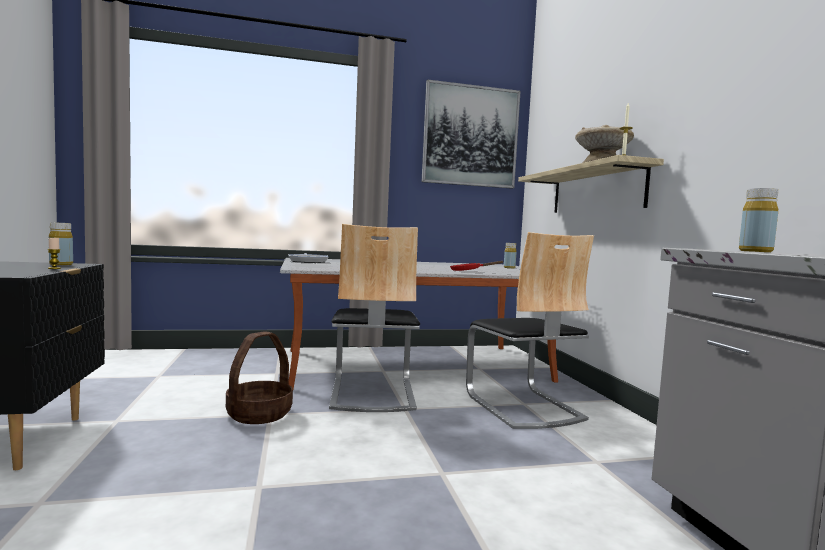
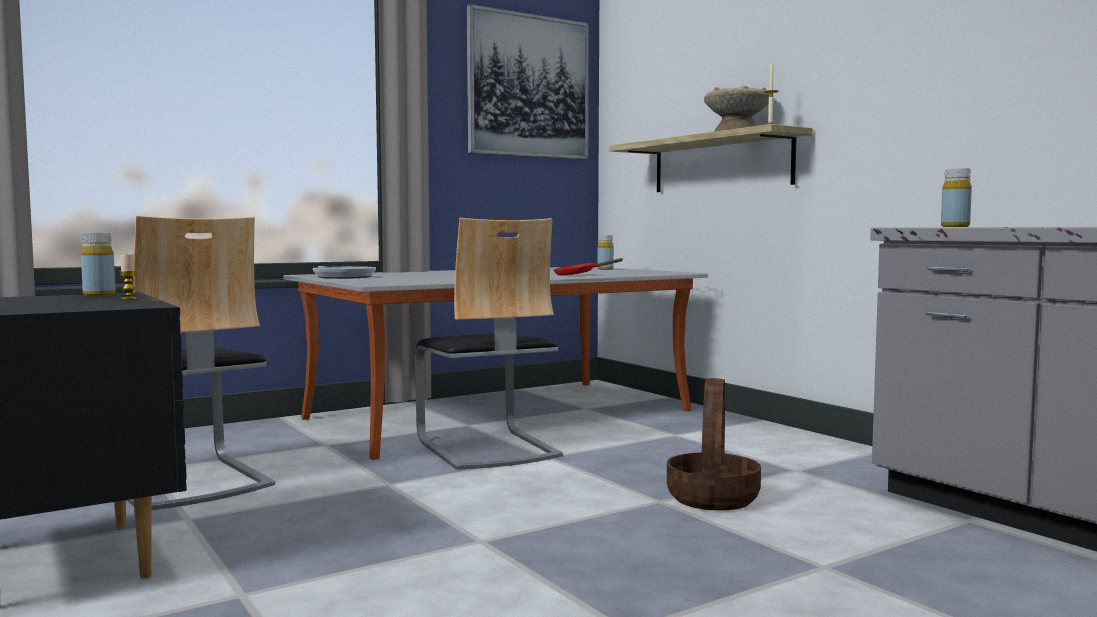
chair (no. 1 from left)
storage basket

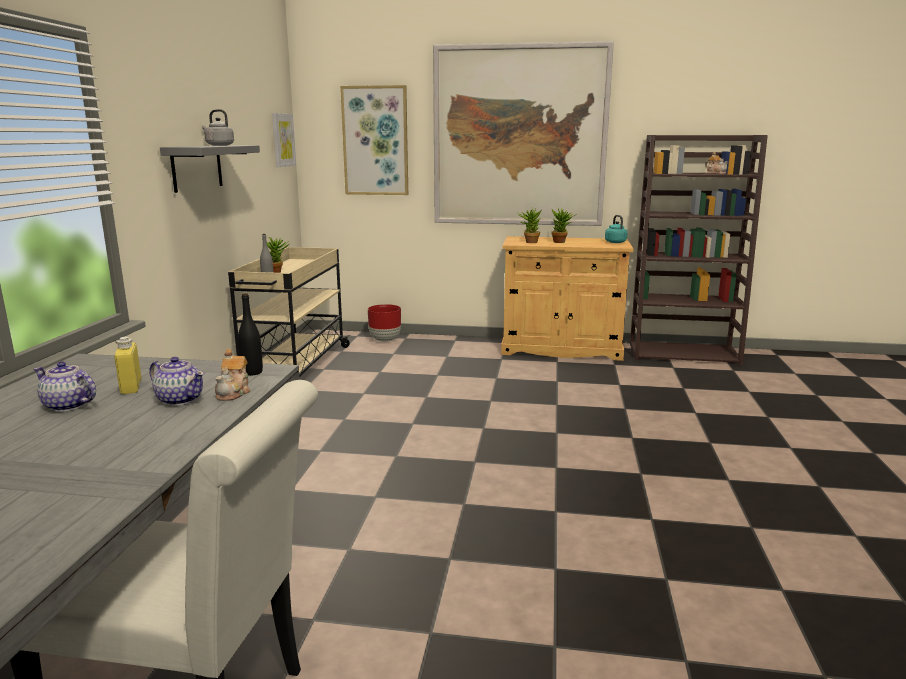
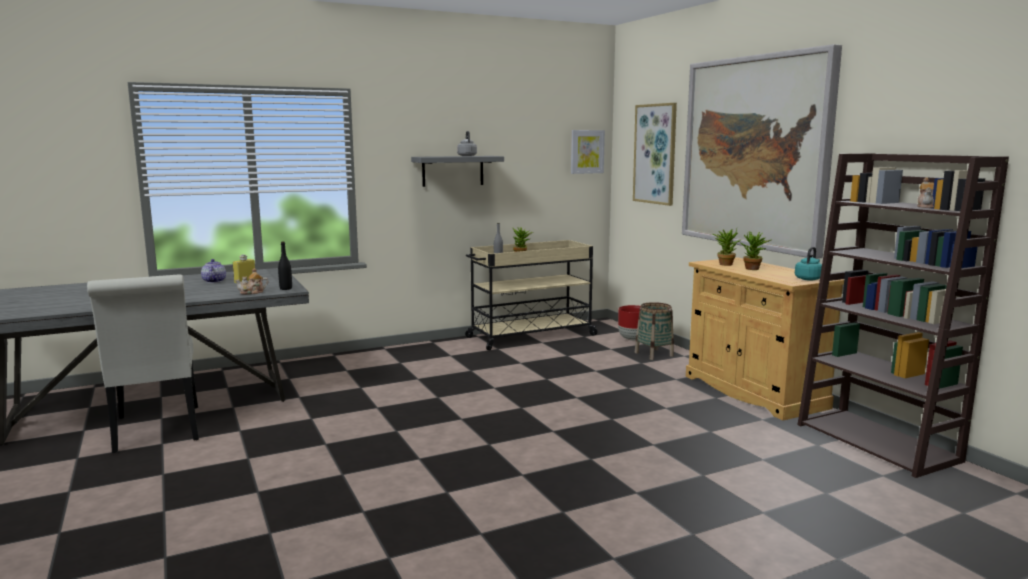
tea pot (no. 2 from left in the first image)
storage basket

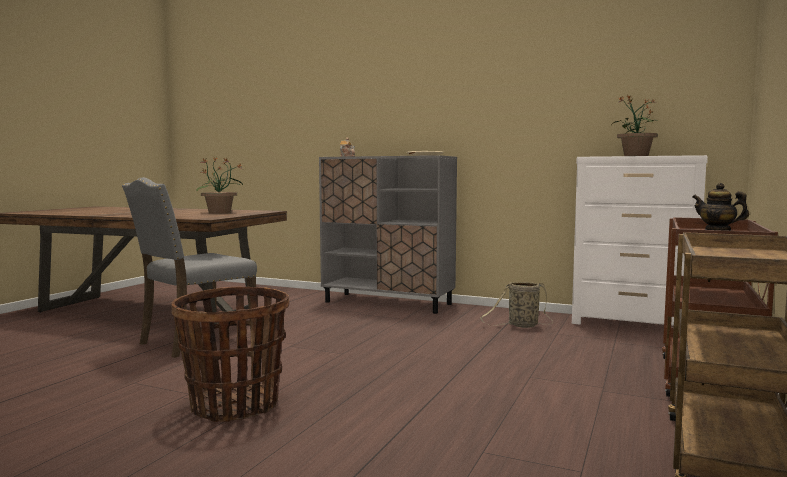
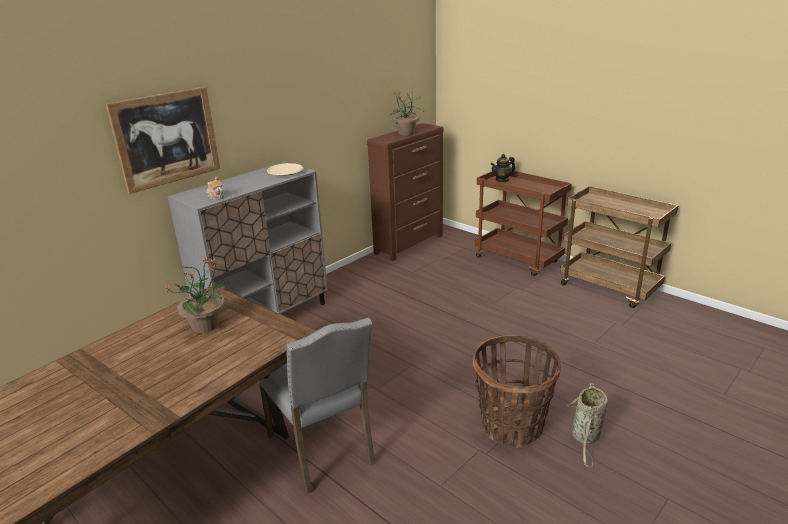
chest of drawers (brown-coloured)
storage basket (no. 2 from left)
picture

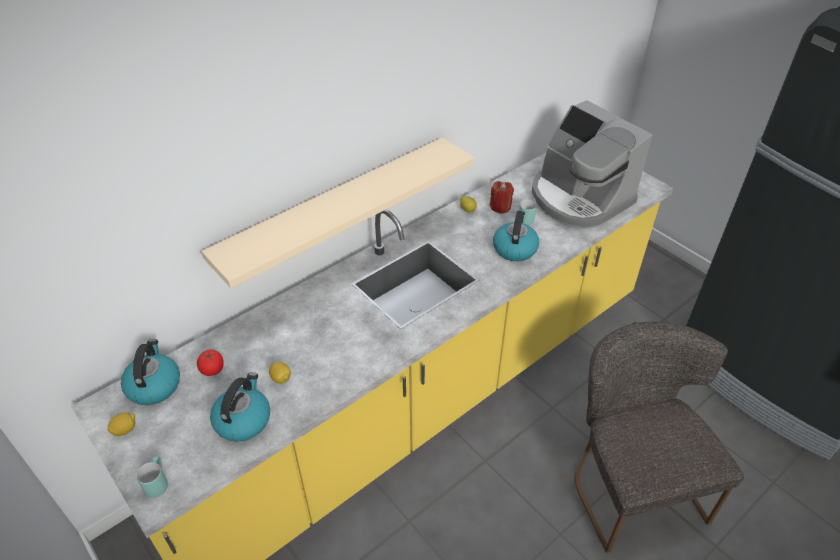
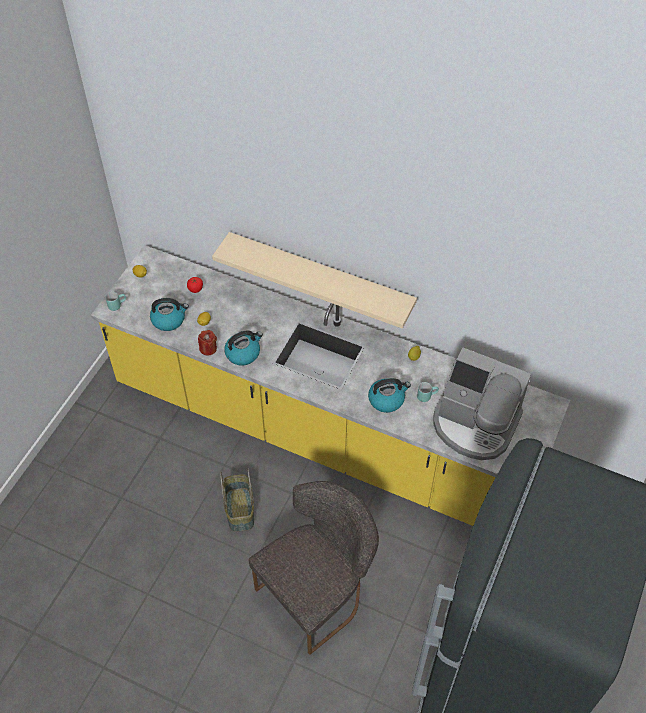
coffee machine
candle (reddish)
tea kettle (no. 2 from left)
storage basket

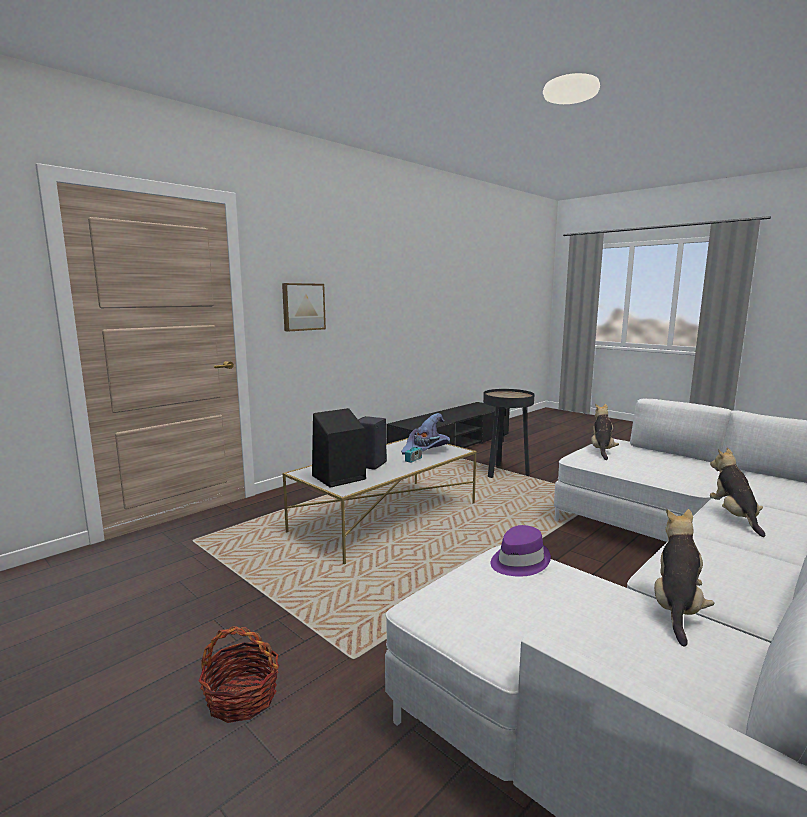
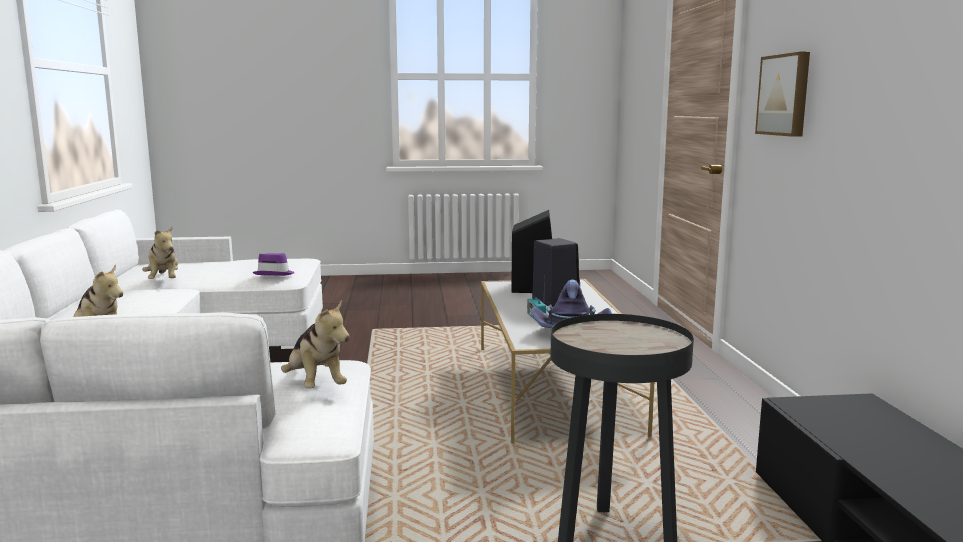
storage basket

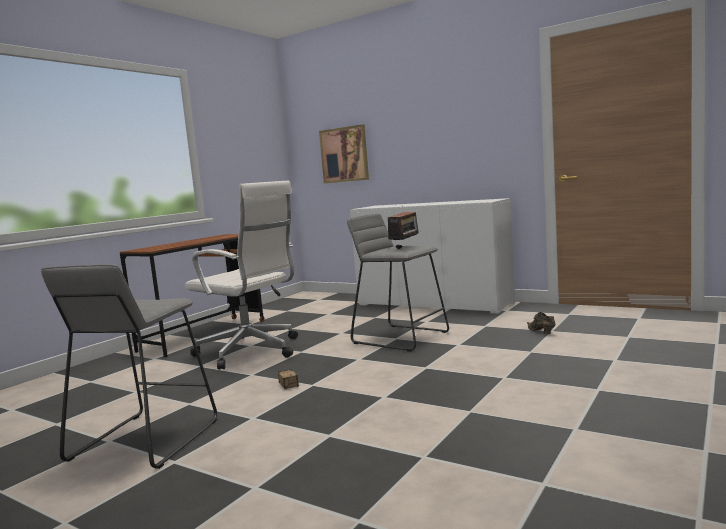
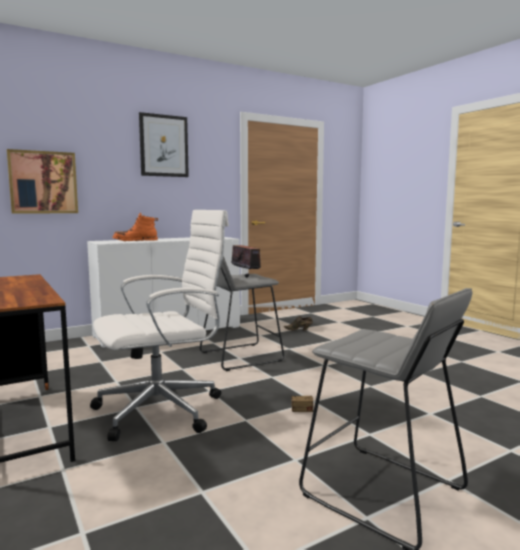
picture (no. 2 from left)
boot (orangey)

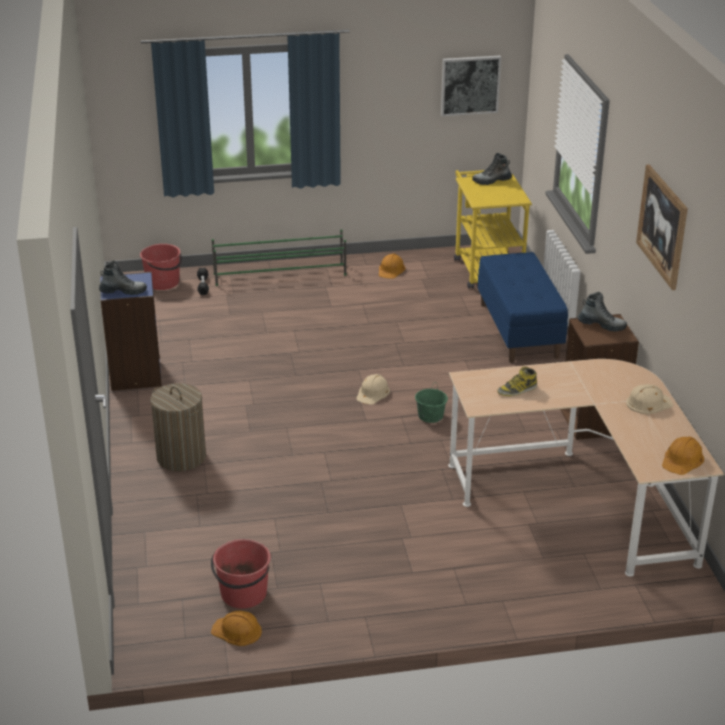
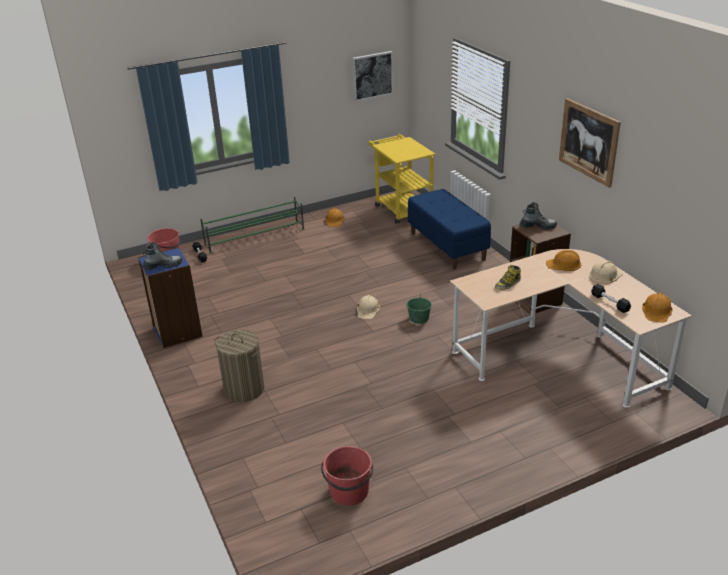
boot (no. 2 from left in the first image)
hard hat (orangey) (no. 2 from left)
hand weight (black-coloured) (no. 2 from left)

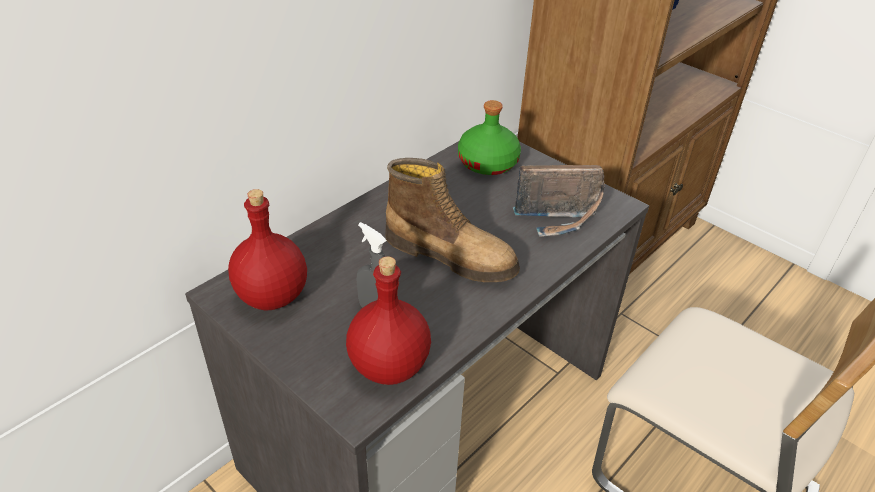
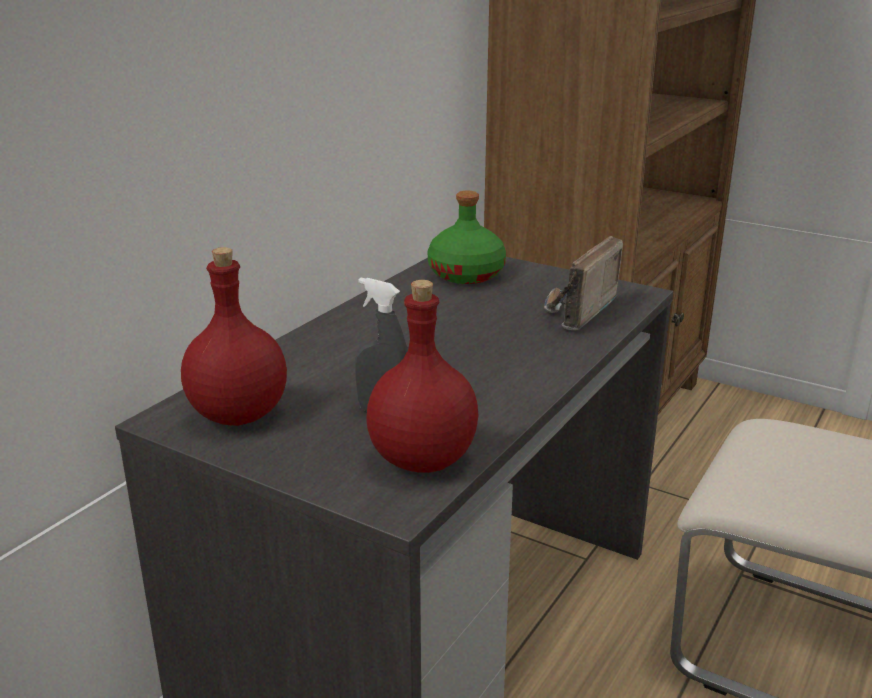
boot
radio set

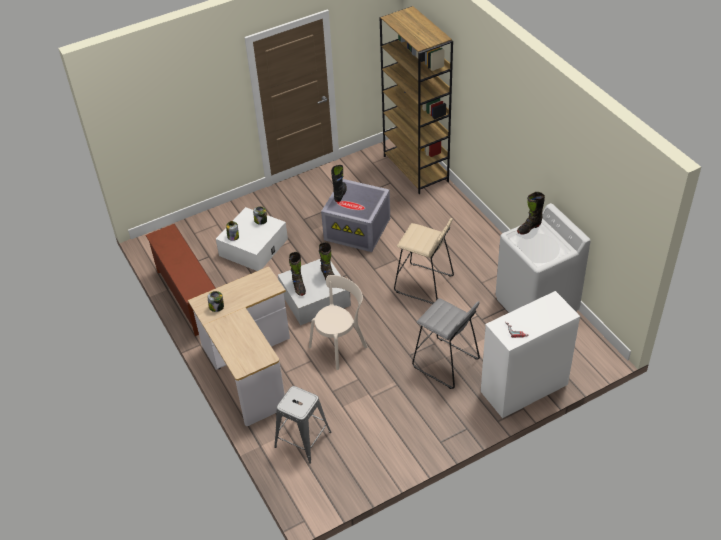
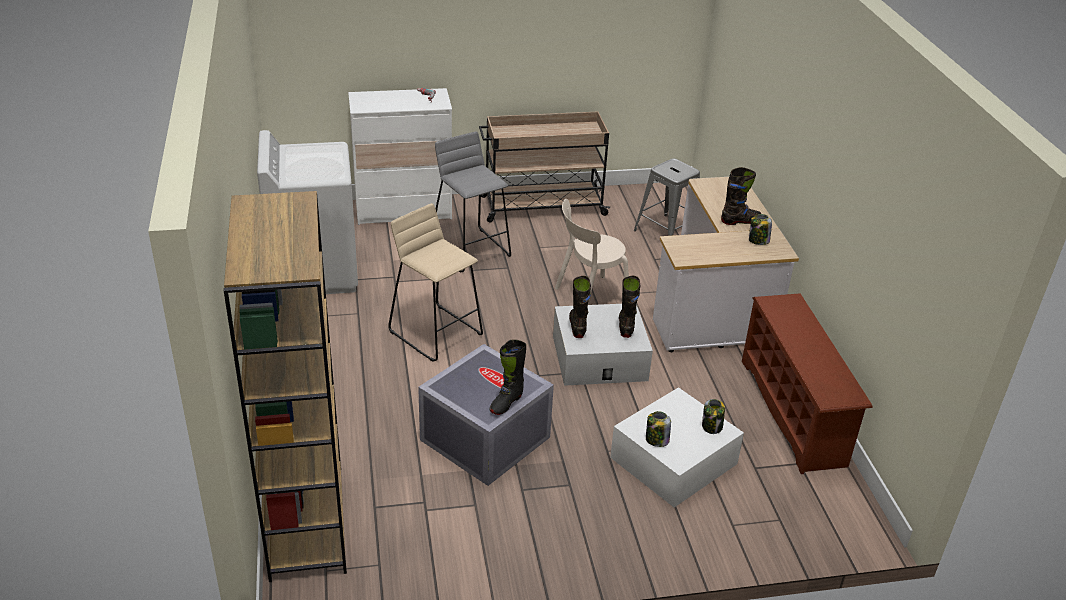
boot (black-coloured) (no. 4 from left)
wheeled cart (sand-coloured)

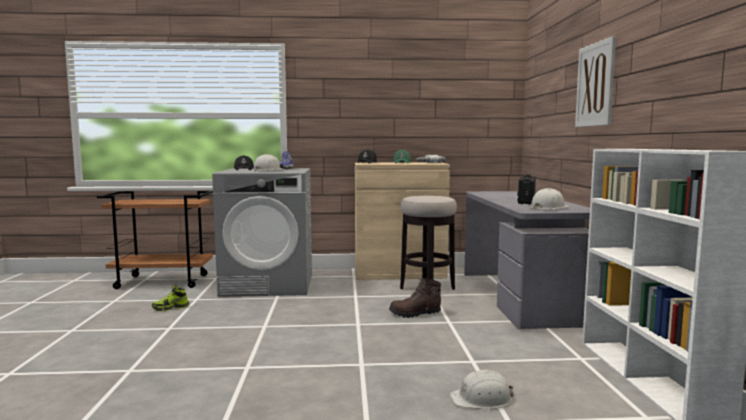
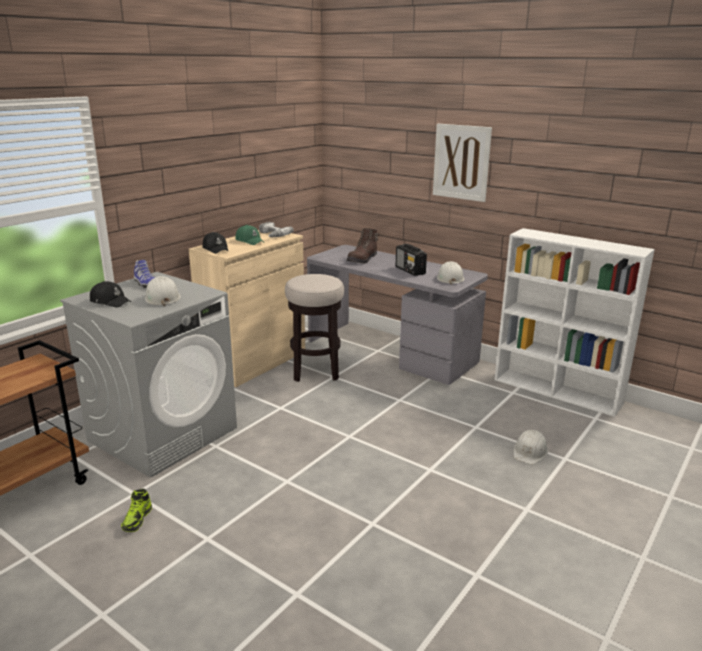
boot (brown-coloured)

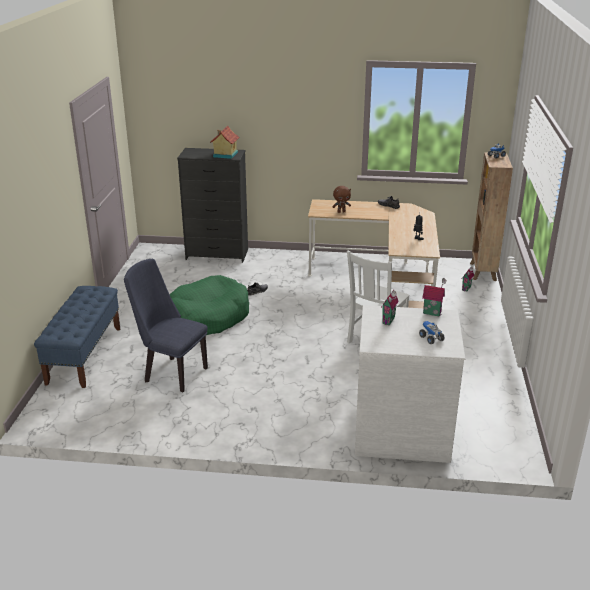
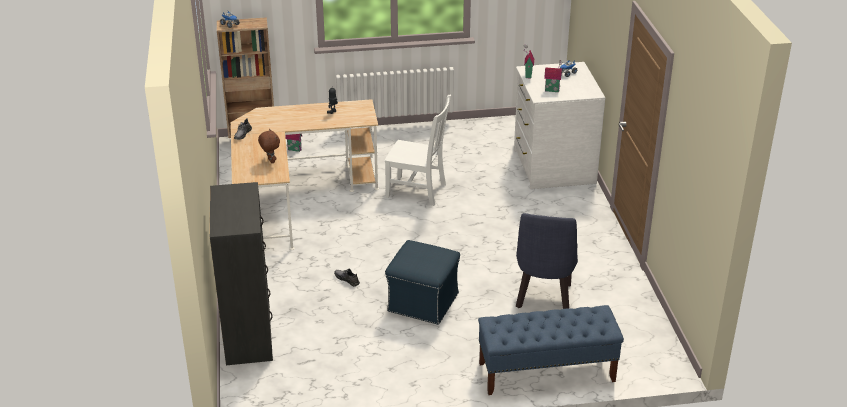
model house (no. 1 from left in the first image)
ottoman (blue-coloured)

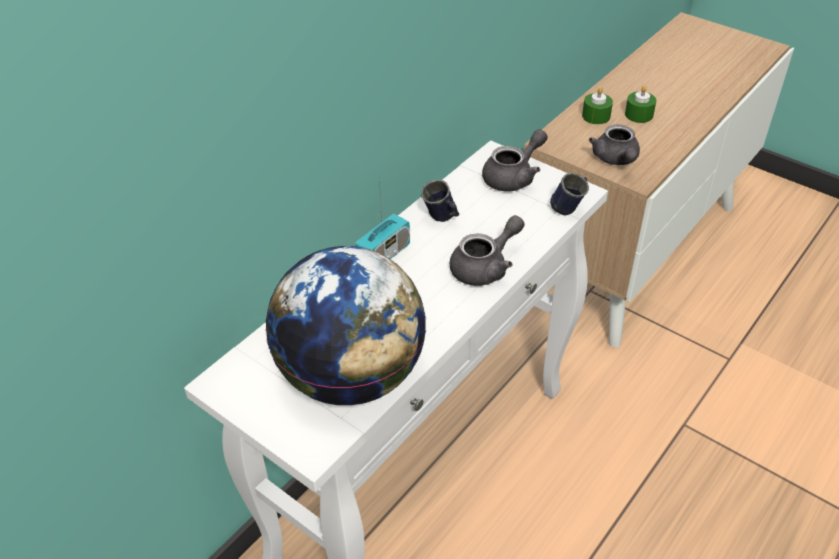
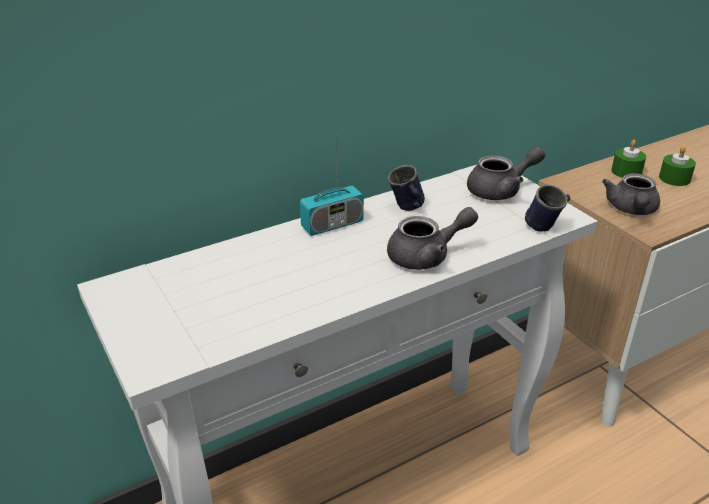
world globe

